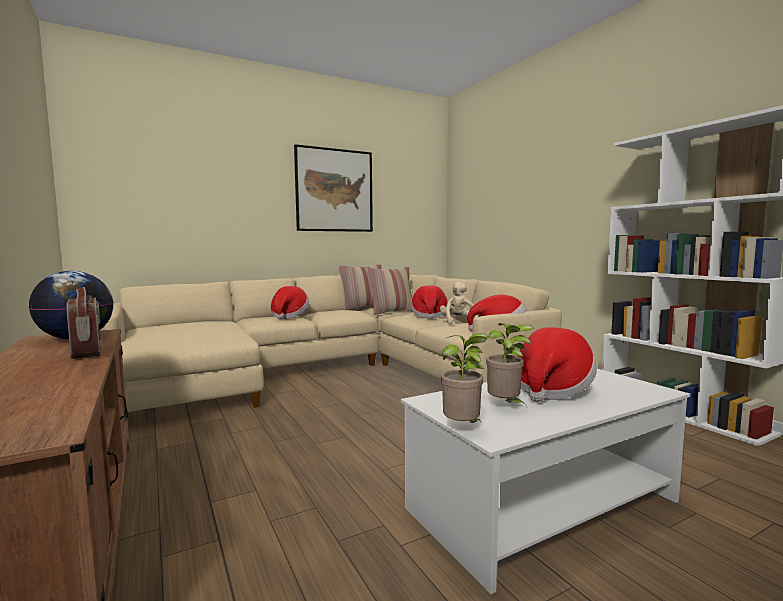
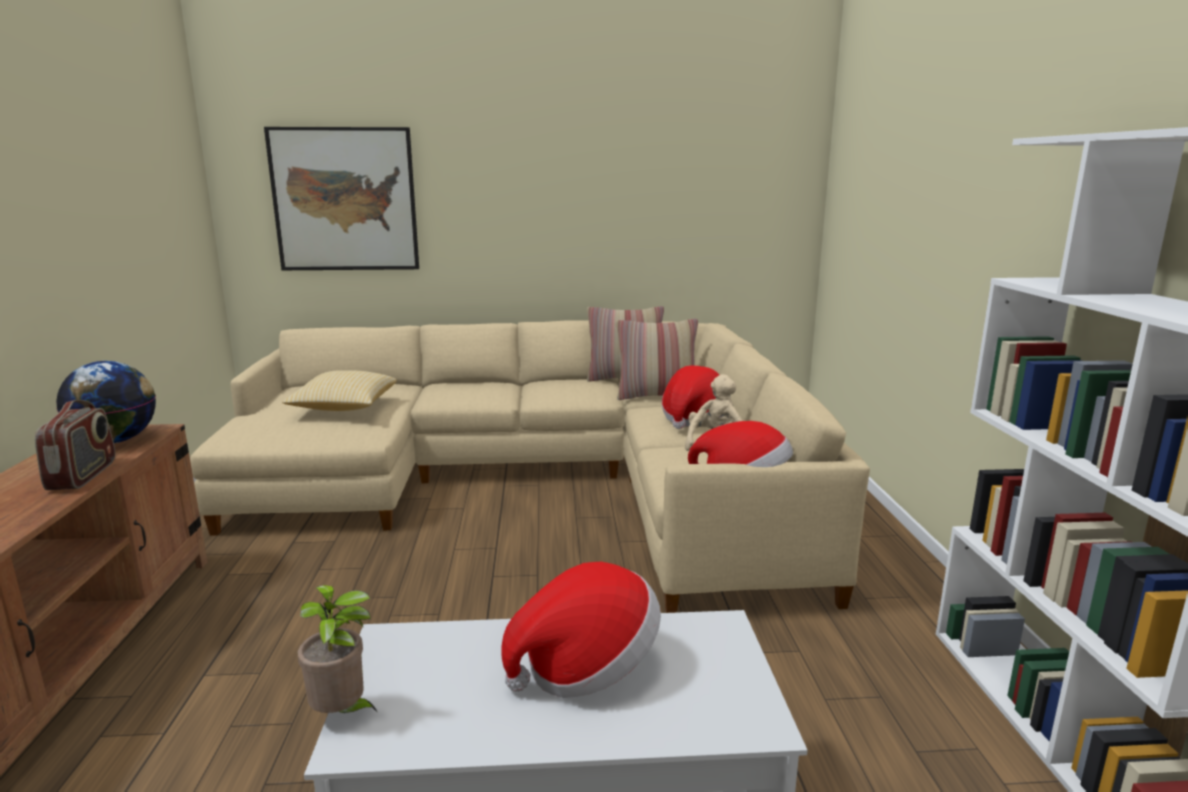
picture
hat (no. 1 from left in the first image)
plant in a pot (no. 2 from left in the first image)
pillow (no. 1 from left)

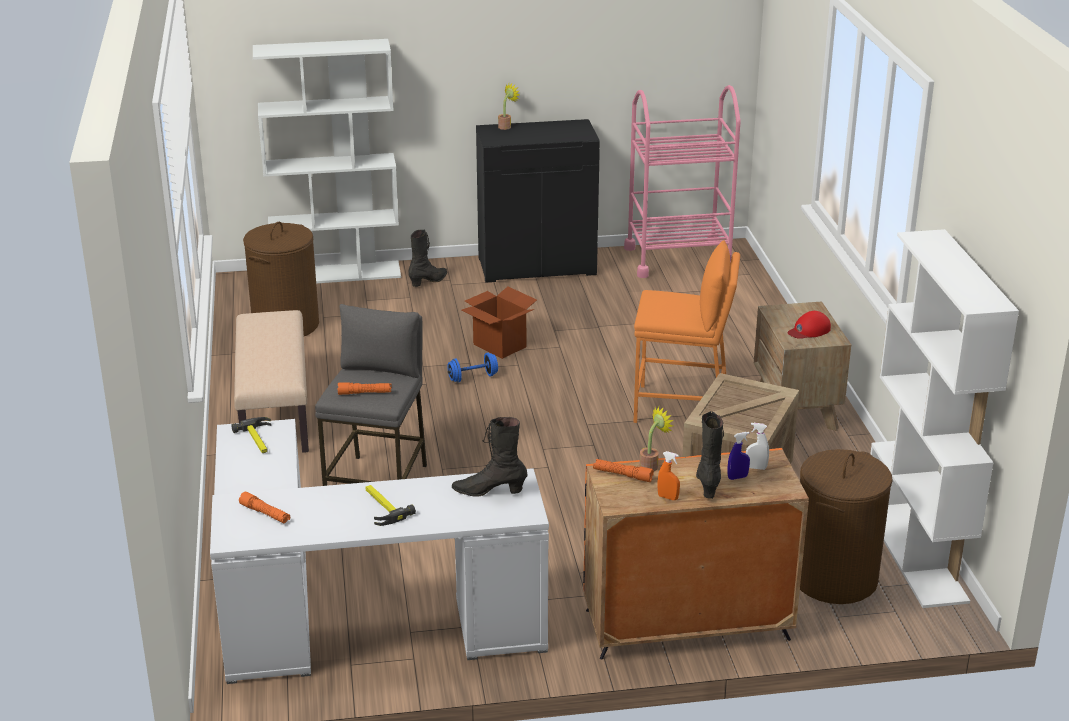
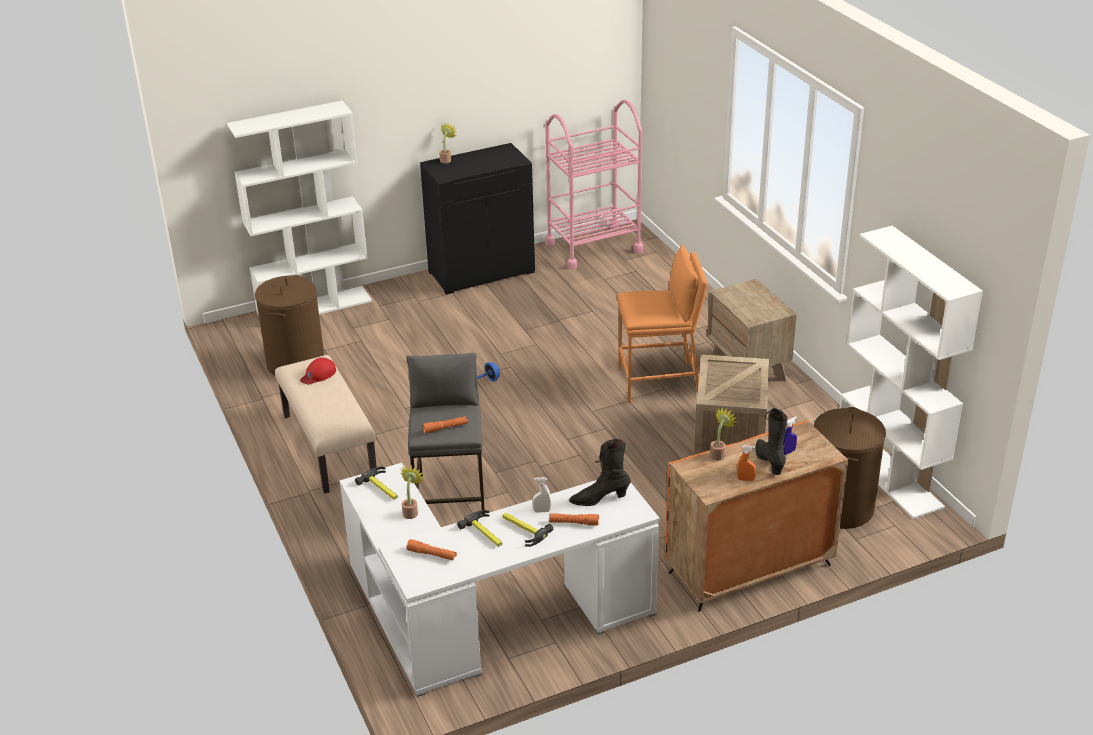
boot (black-coloured) (no. 1 from left in the first image)
carton
peaked cap (reddish)
sprayer (whitish)
torch (orangey) (no. 3 from left)
plant in a pot (no. 1 from left)
tool hammer (no. 2 from left)

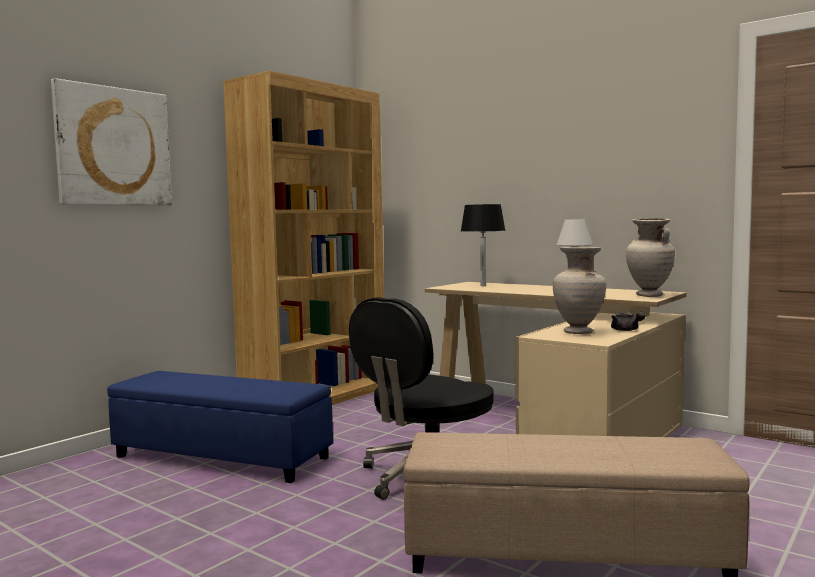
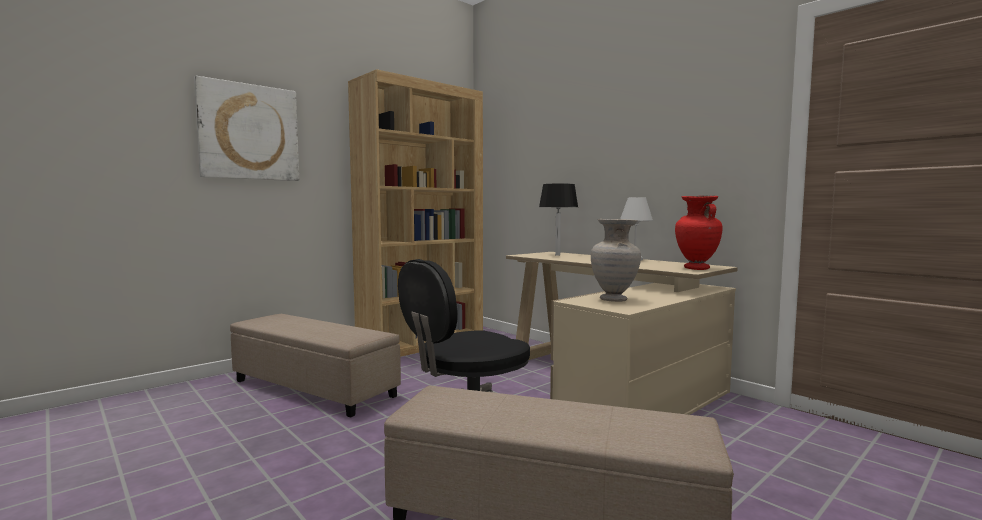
flower vase (reddish)
tea pot (greyish)
ottoman (sand-coloured) (no. 1 from left)

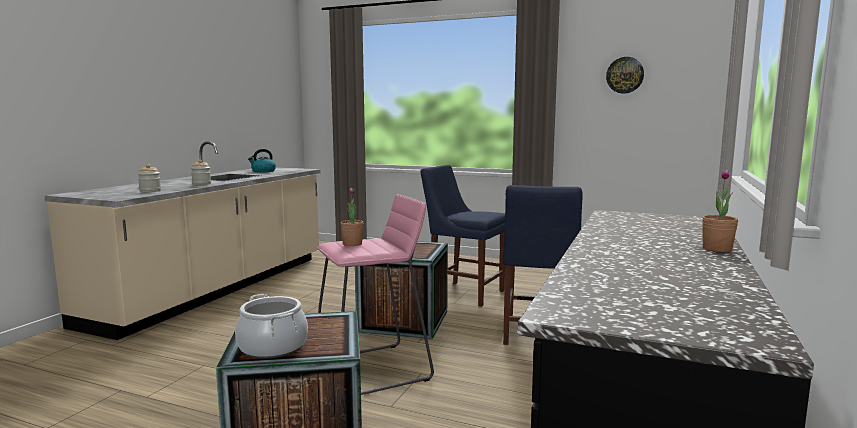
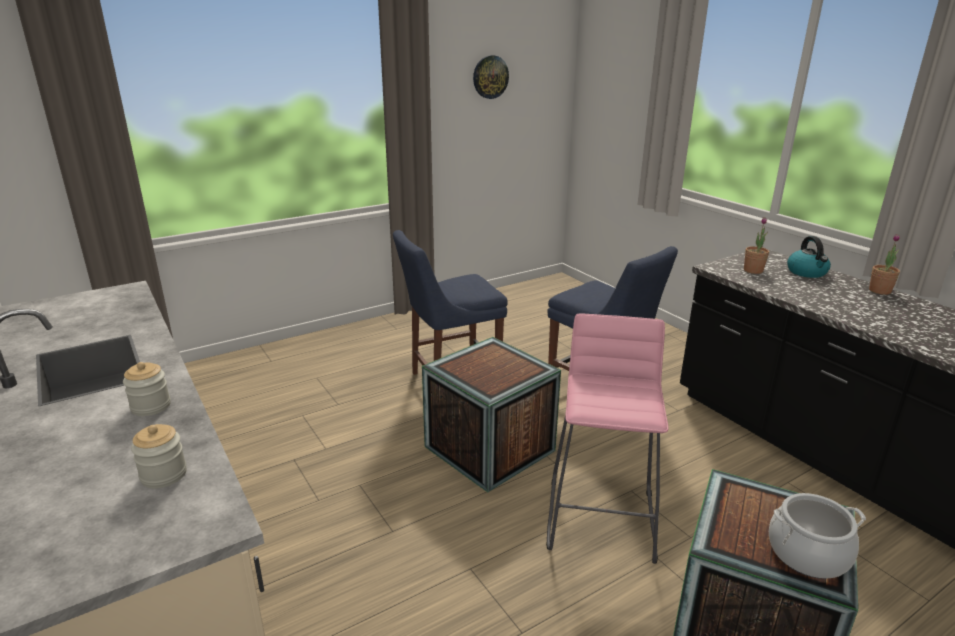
tea kettle
plant in a pot (no. 1 from left)

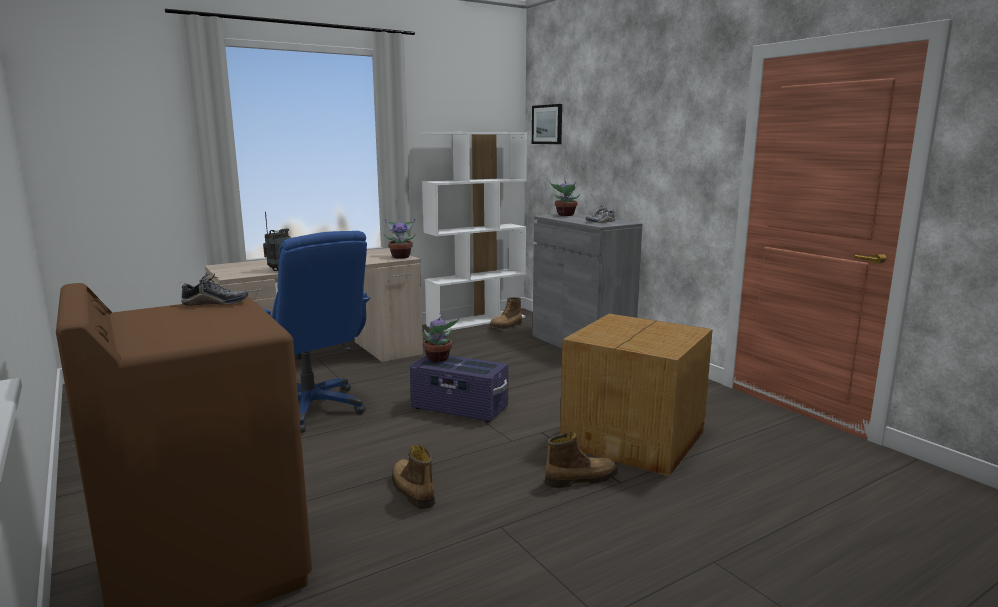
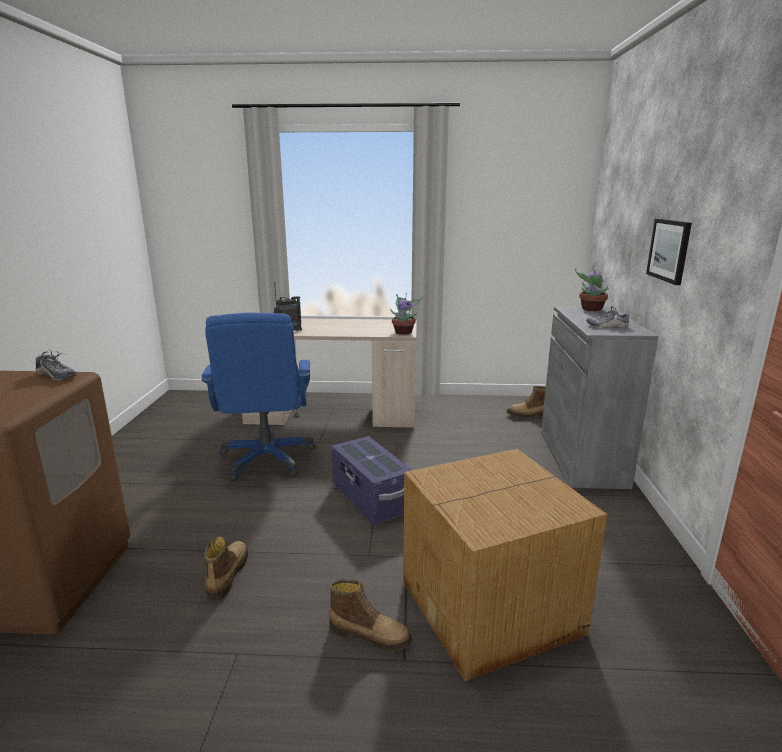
picture
bookshelf (whitish)
plant in a pot (no. 2 from left in the first image)

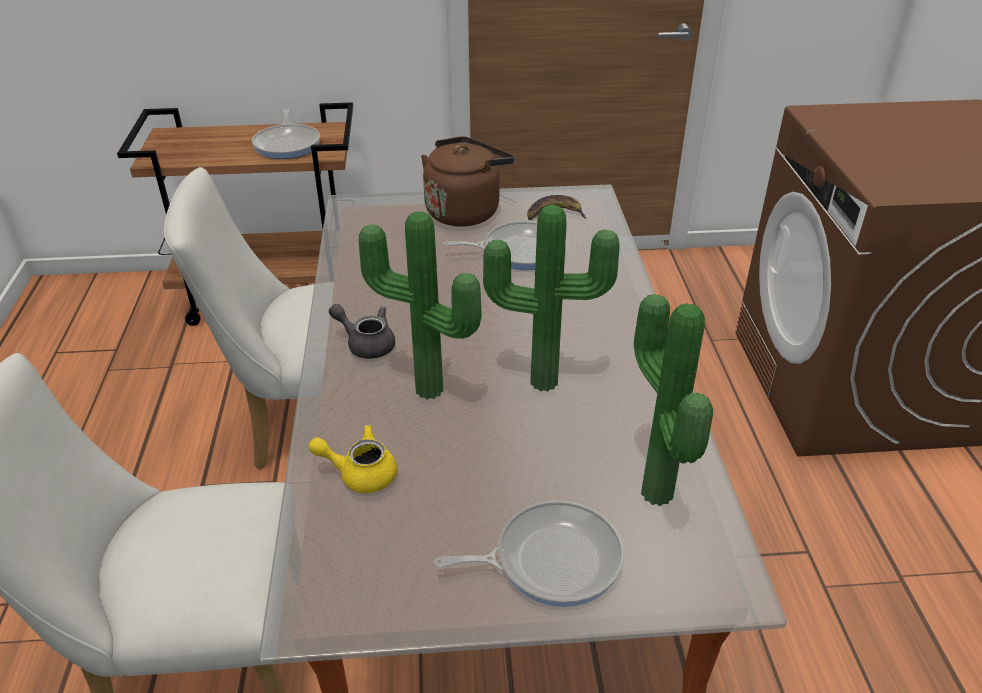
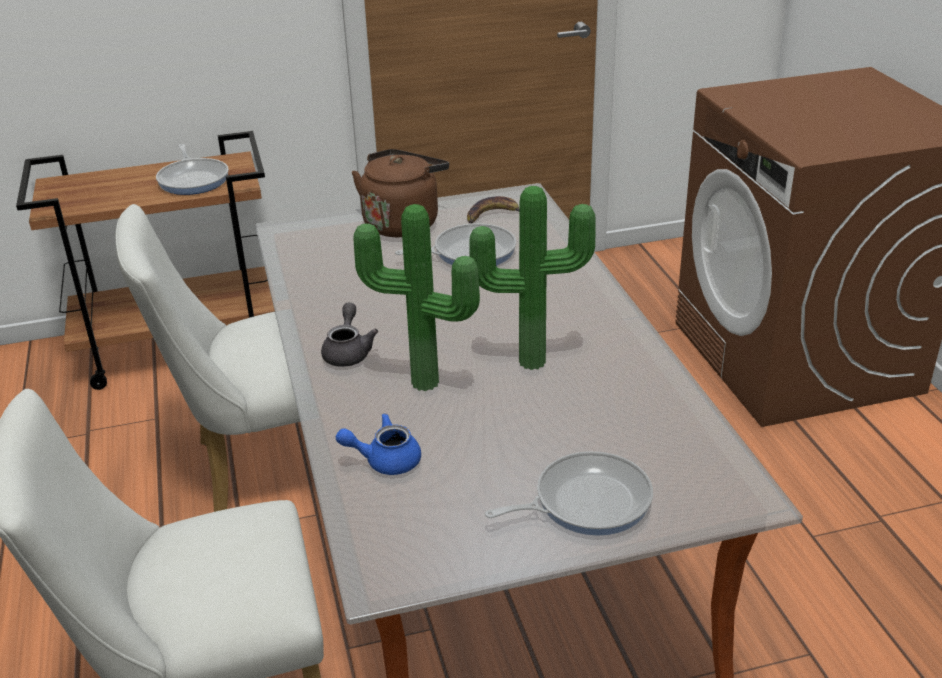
plant in a pot (no. 3 from left in the first image)
tea pot (greyish)
tea pot (blue-coloured)

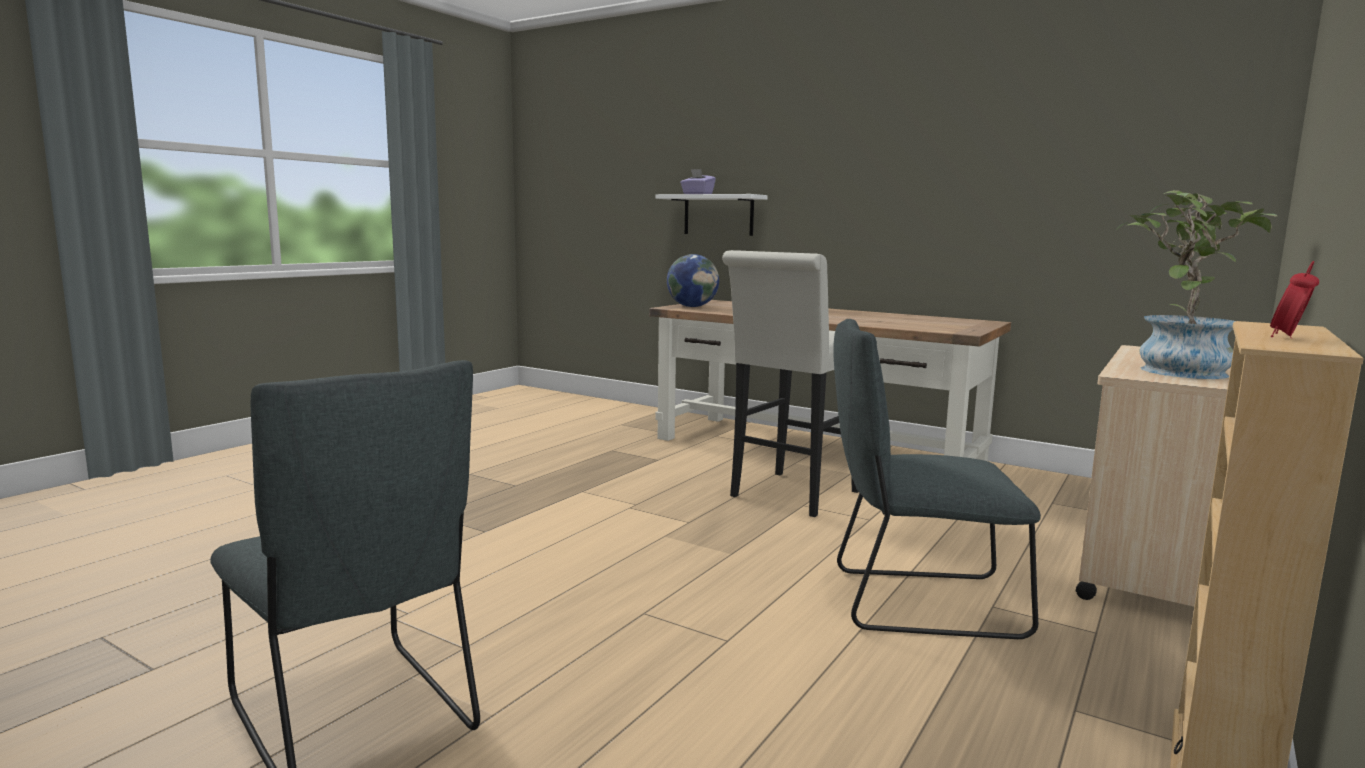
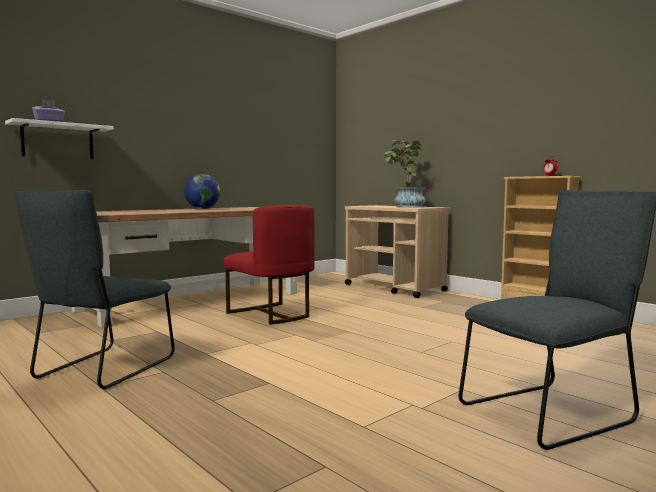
chair (reddish)
world globe
chair (greyish) (no. 1 from left)

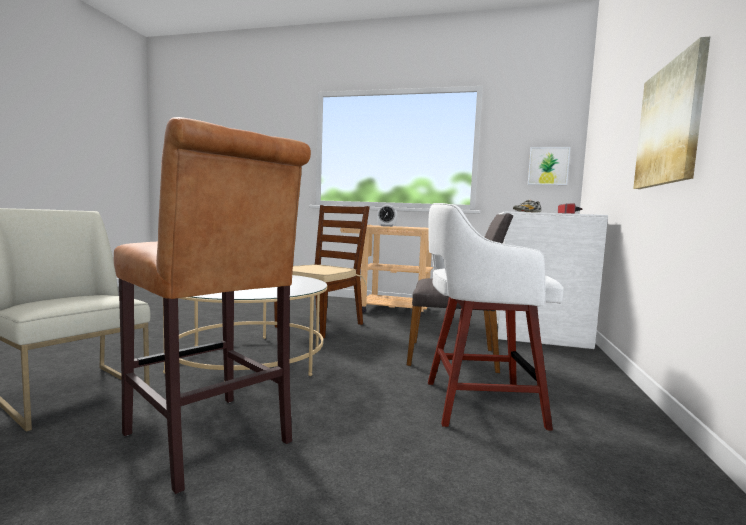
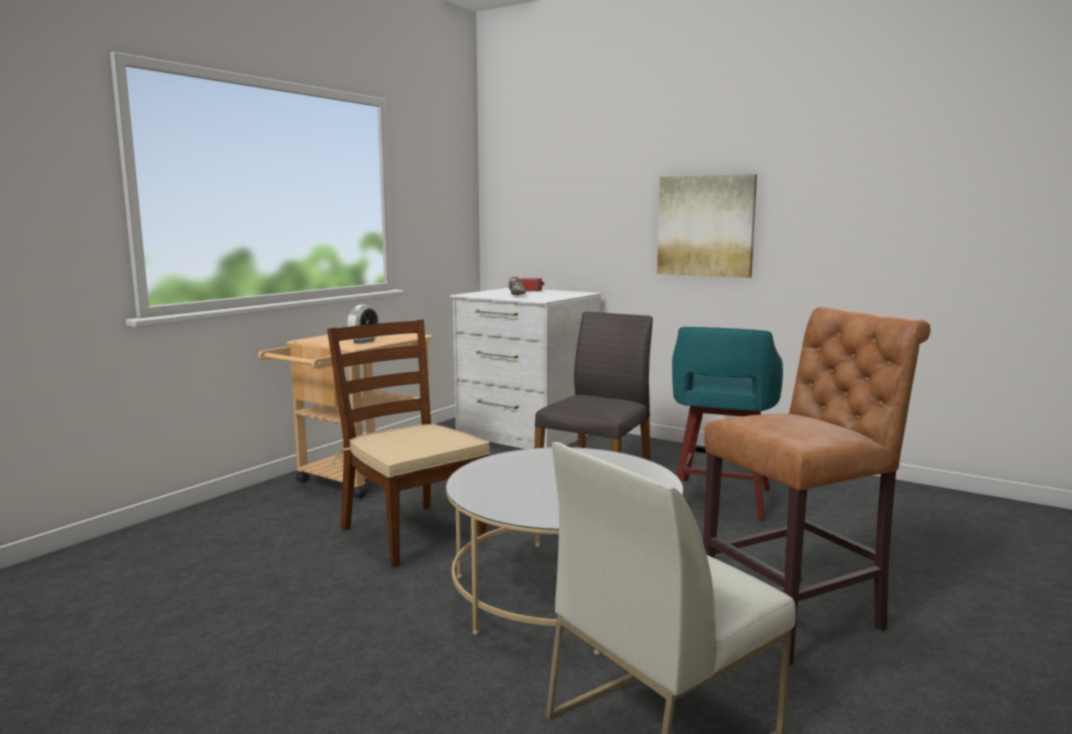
picture (no. 1 from left in the first image)
sitting stool (turquoise)

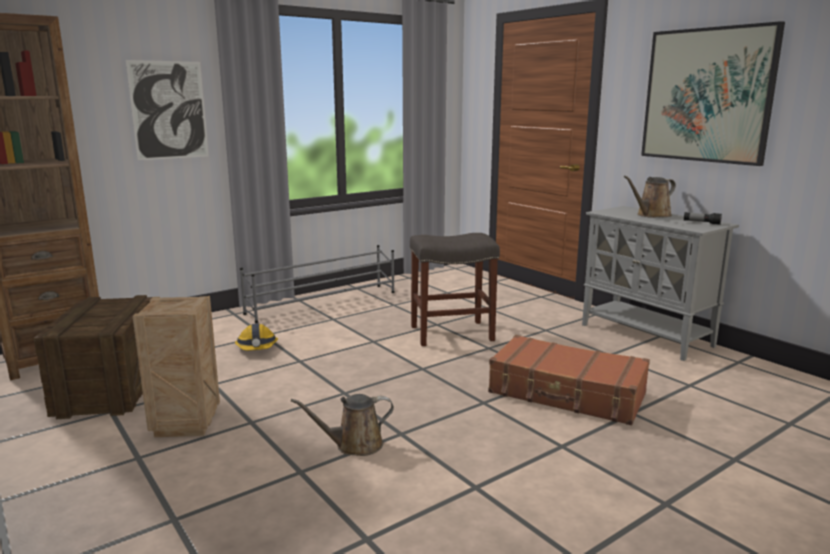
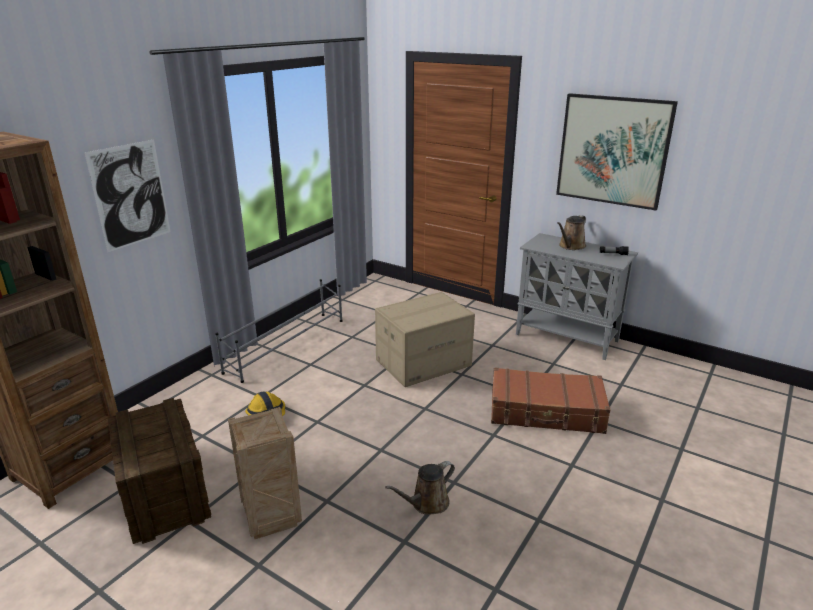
carton

